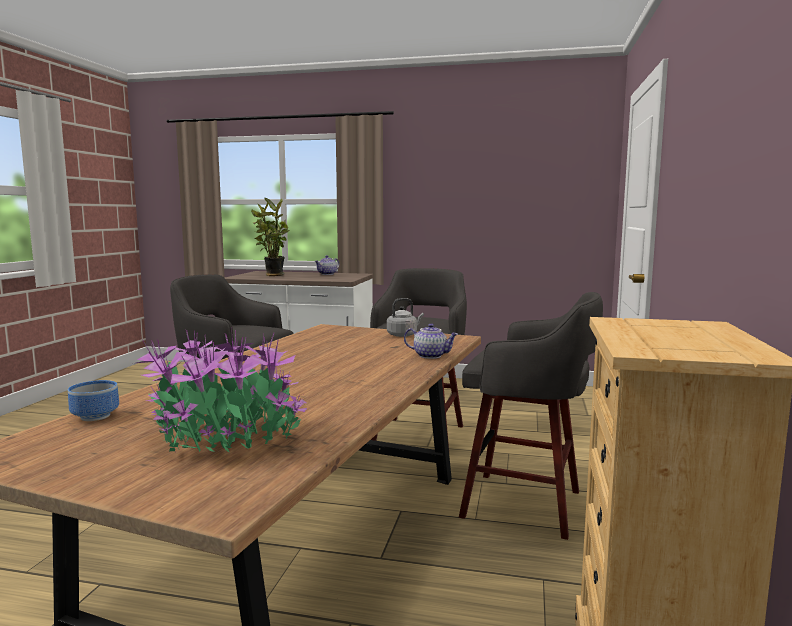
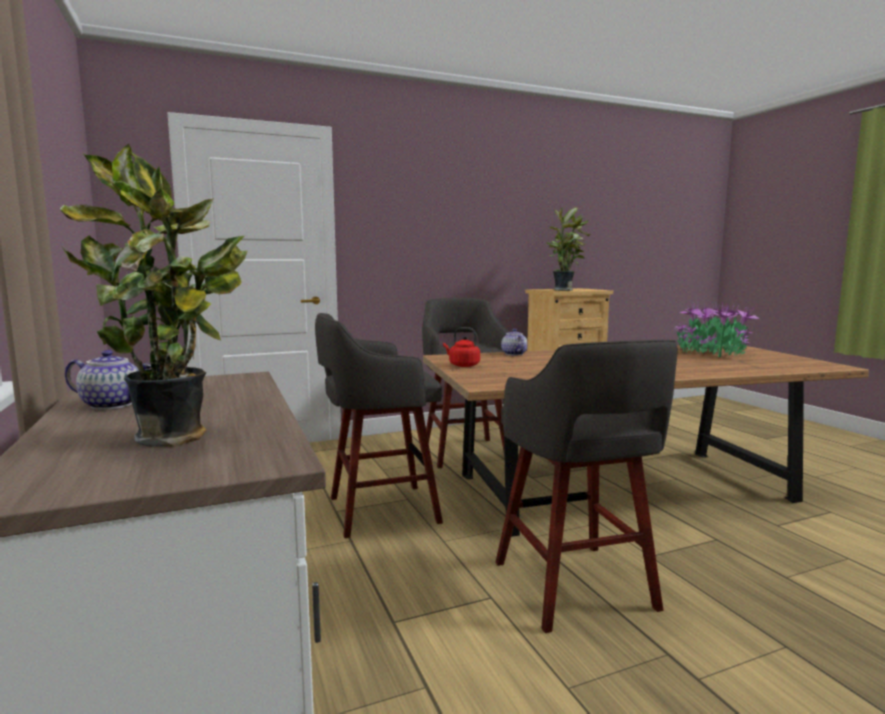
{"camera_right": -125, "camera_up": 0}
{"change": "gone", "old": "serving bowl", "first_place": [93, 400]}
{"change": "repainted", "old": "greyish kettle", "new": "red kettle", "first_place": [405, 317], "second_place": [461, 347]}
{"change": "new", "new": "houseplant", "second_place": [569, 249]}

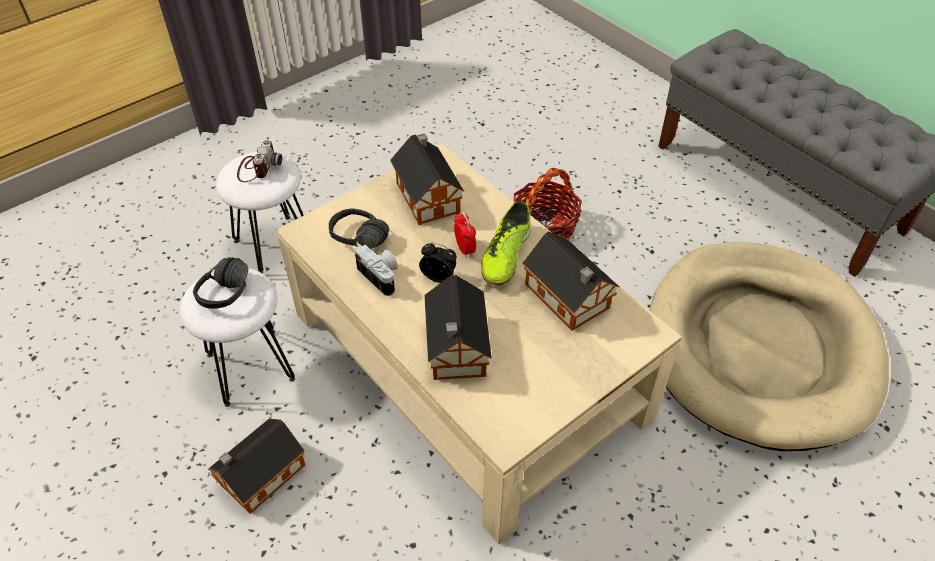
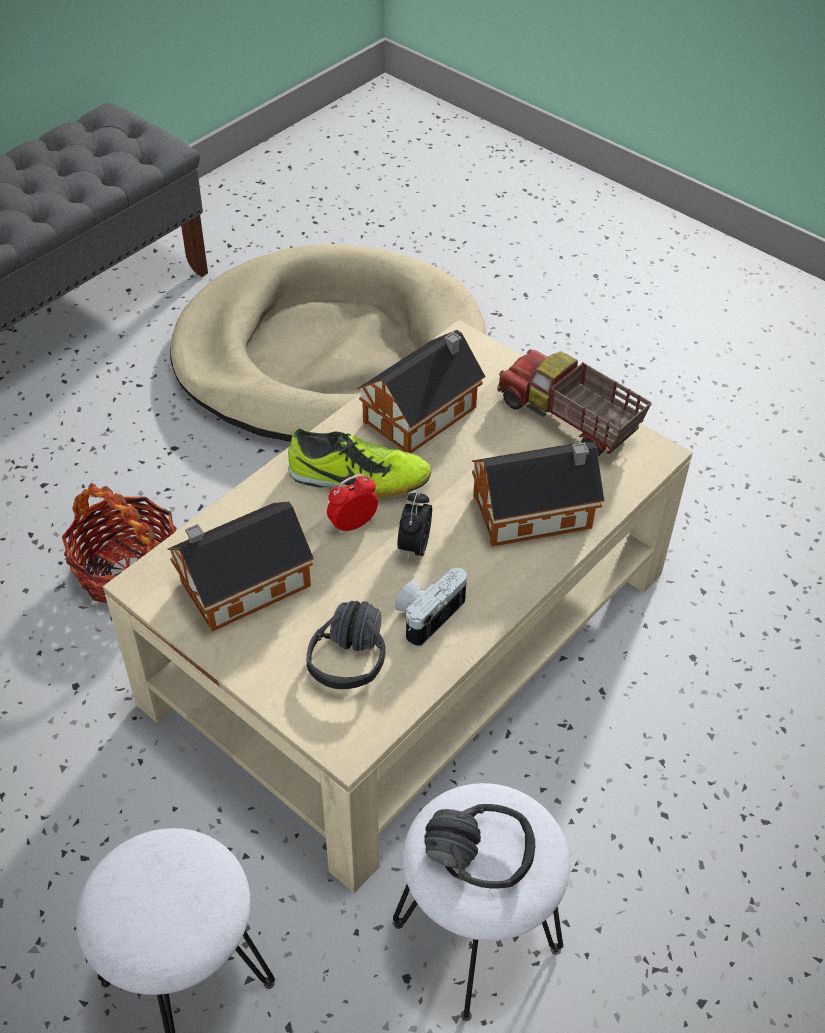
{"camera_right": -100, "camera_up": 0}
{"change": "gone", "old": "toy house", "first_place": [256, 466]}
{"change": "gone", "old": "photo camera", "first_place": [259, 161]}
{"change": "new", "new": "model truck", "second_place": [574, 402]}

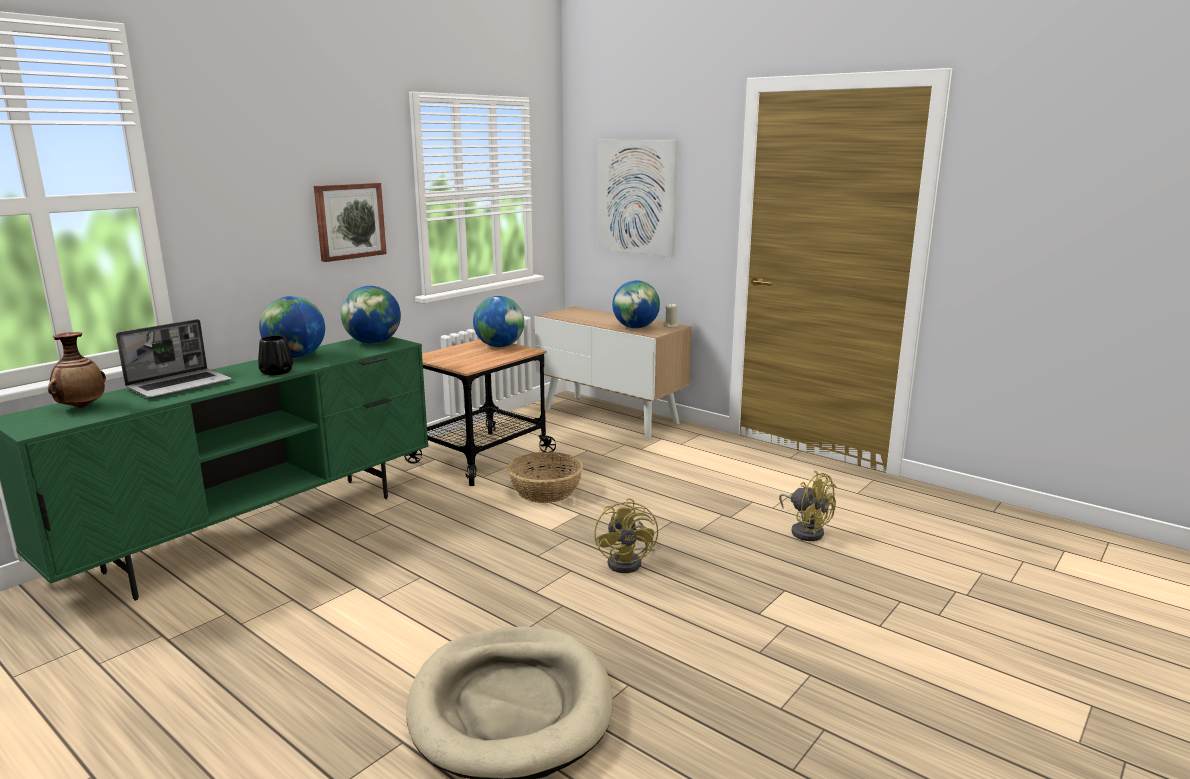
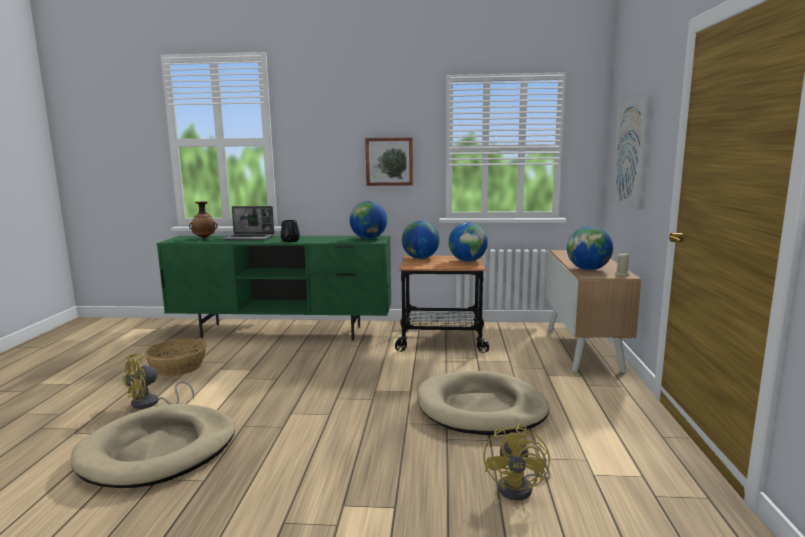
{"camera_right": 55, "camera_up": -5}
{"change": "shifted", "old": "desk globe", "first_place": [292, 327], "second_place": [421, 240]}
{"change": "shifted", "old": "basket", "first_place": [545, 477], "second_place": [175, 357]}
{"change": "shifted", "old": "yellow-coloured fan", "first_place": [626, 535], "second_place": [158, 381]}
{"change": "new", "new": "beige-coloured dog cushion", "second_place": [483, 403]}

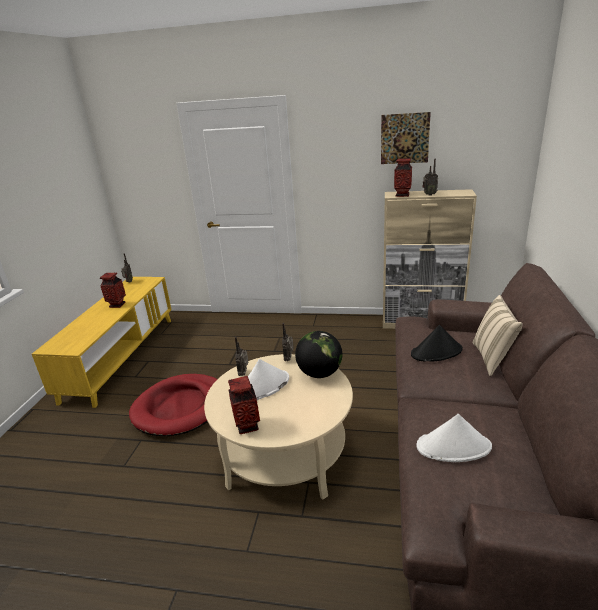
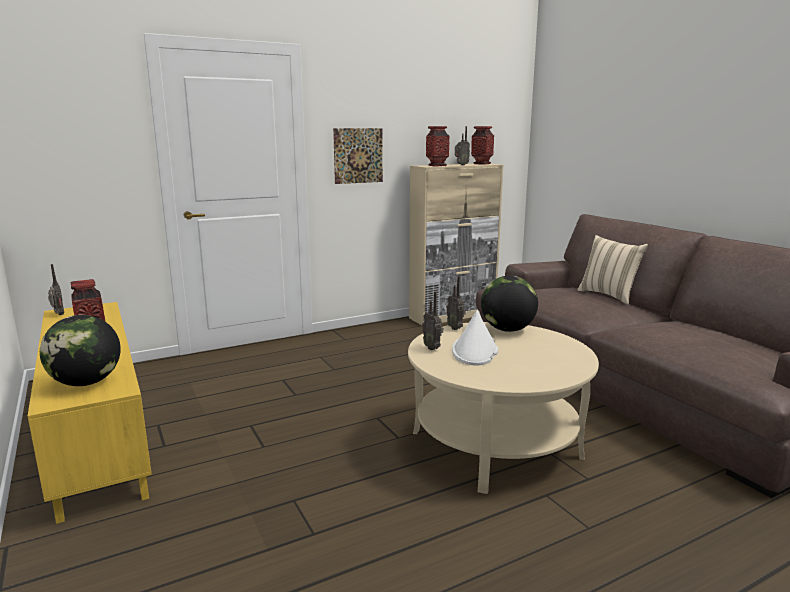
{"camera_right": -40, "camera_up": -10}
{"change": "gone", "old": "red dog cushion", "first_place": [173, 405]}
{"change": "shifted", "old": "flower vase", "first_place": [244, 405], "second_place": [482, 145]}
{"change": "shifted", "old": "picture", "first_place": [406, 138], "second_place": [358, 156]}
{"change": "gone", "old": "blackish hat", "first_place": [437, 343]}
{"change": "gone", "old": "white-coloured hat", "first_place": [454, 438]}
{"change": "new", "new": "desk globe", "second_place": [80, 350]}

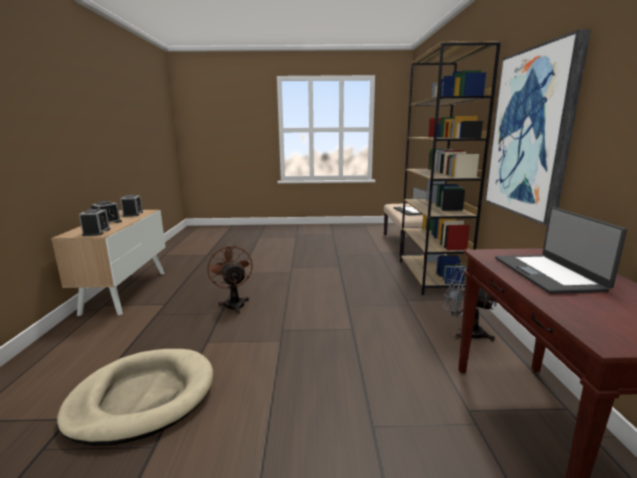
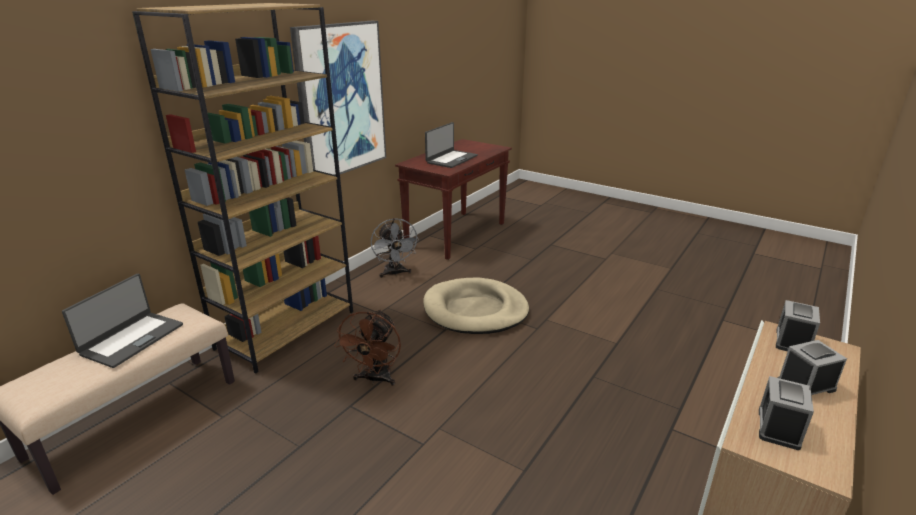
{"camera_right": -145, "camera_up": 10}
{"change": "shifted", "old": "beige-coloured dog cushion", "first_place": [135, 397], "second_place": [476, 306]}
{"change": "shifted", "old": "brown-coloured fan", "first_place": [230, 279], "second_place": [367, 347]}

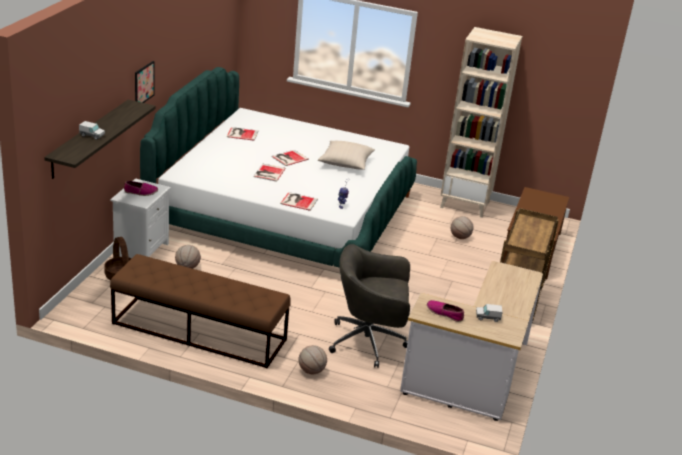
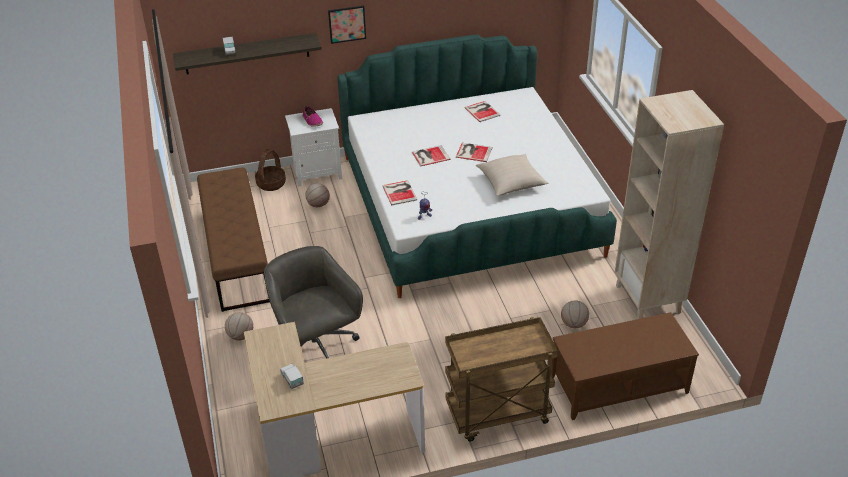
{"camera_right": 60, "camera_up": 10}
{"change": "gone", "old": "low shoe", "first_place": [445, 311]}

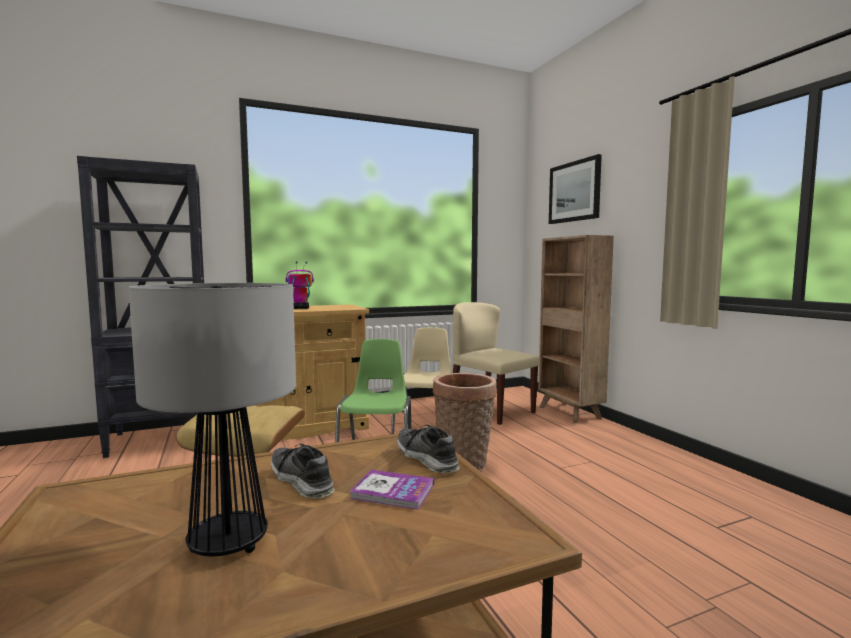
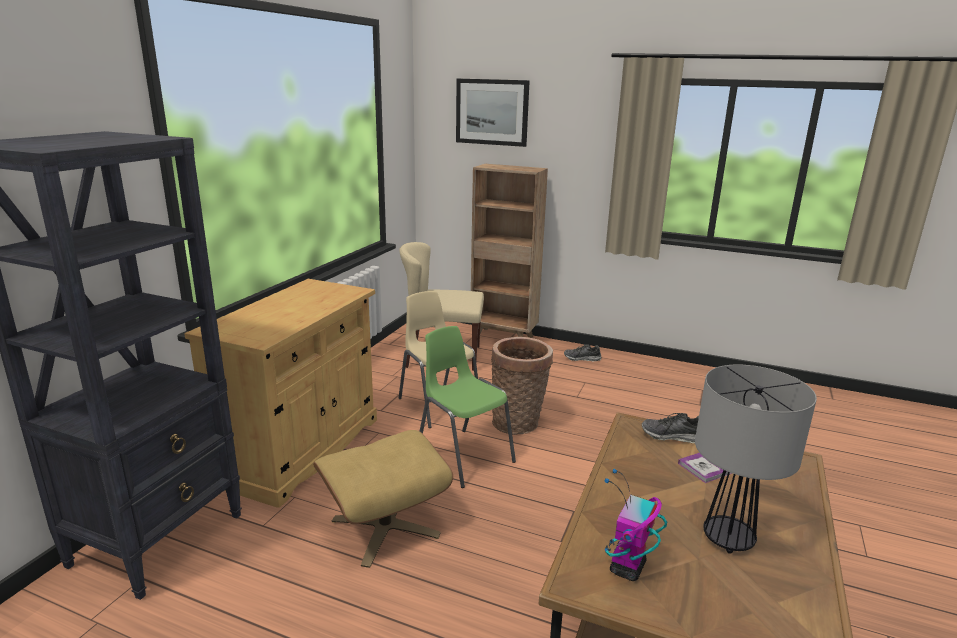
{"camera_right": -45, "camera_up": 15}
{"change": "shifted", "old": "low shoe", "first_place": [303, 471], "second_place": [582, 352]}
{"change": "shifted", "old": "robot figure", "first_place": [300, 285], "second_place": [635, 525]}

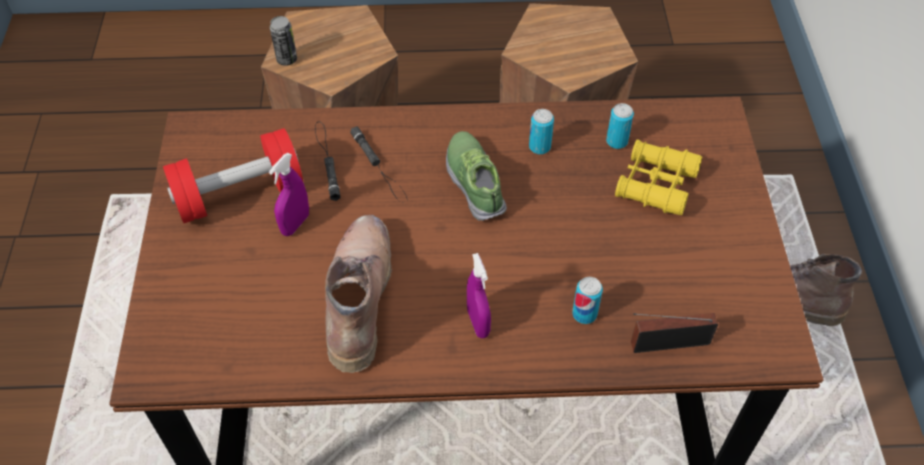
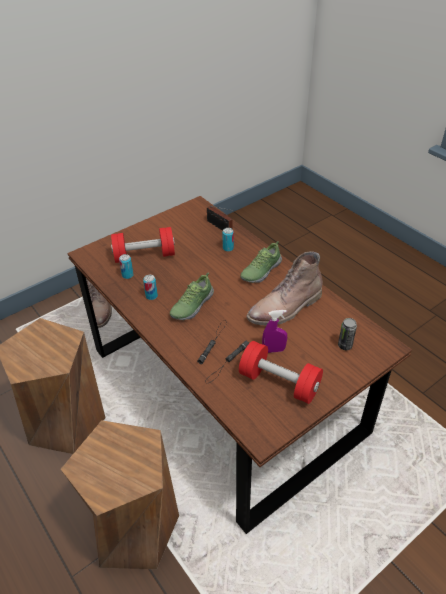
{"camera_right": -125, "camera_up": -10}
{"change": "shifted", "old": "can", "first_place": [283, 41], "second_place": [347, 334]}
{"change": "swapped", "old": "purple sprayer", "new": "low shoe", "first_place": [479, 295], "second_place": [261, 262]}
{"change": "swapped", "old": "yellow-coloured pair of binoculars", "new": "red dumbbell", "first_place": [658, 177], "second_place": [143, 245]}

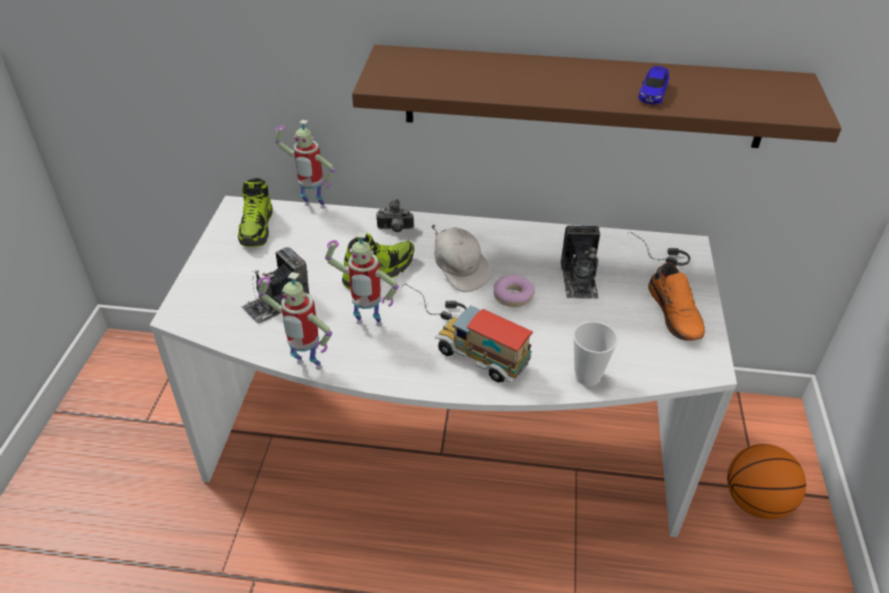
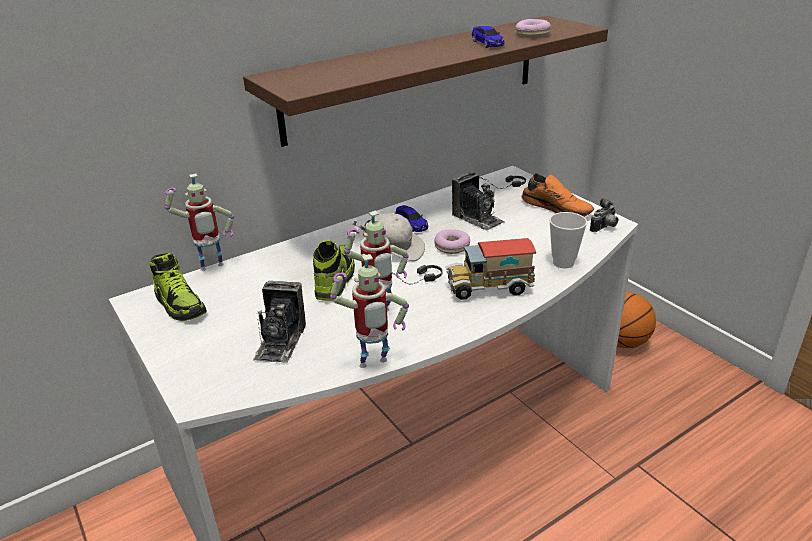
{"camera_right": -40, "camera_up": -10}
{"change": "shifted", "old": "photo camera", "first_place": [395, 215], "second_place": [604, 215]}
{"change": "new", "new": "model car", "second_place": [411, 218]}
{"change": "new", "new": "donut", "second_place": [533, 28]}

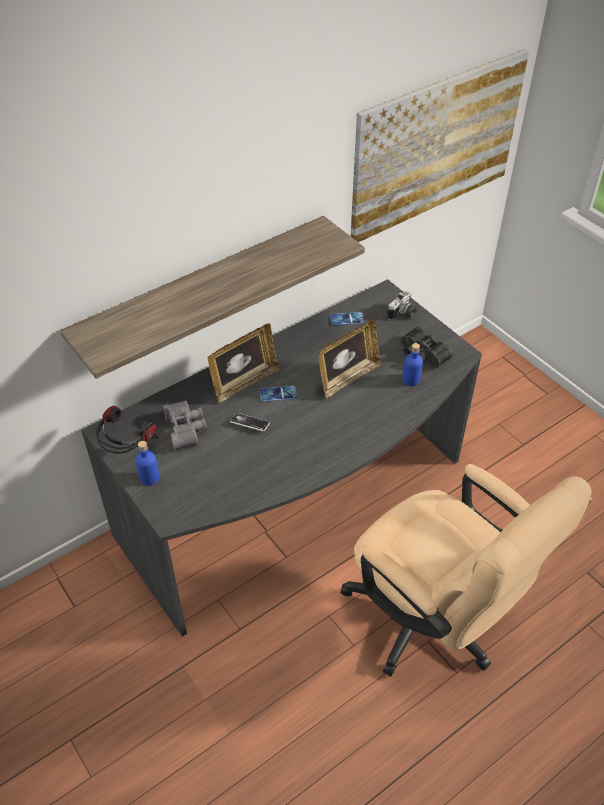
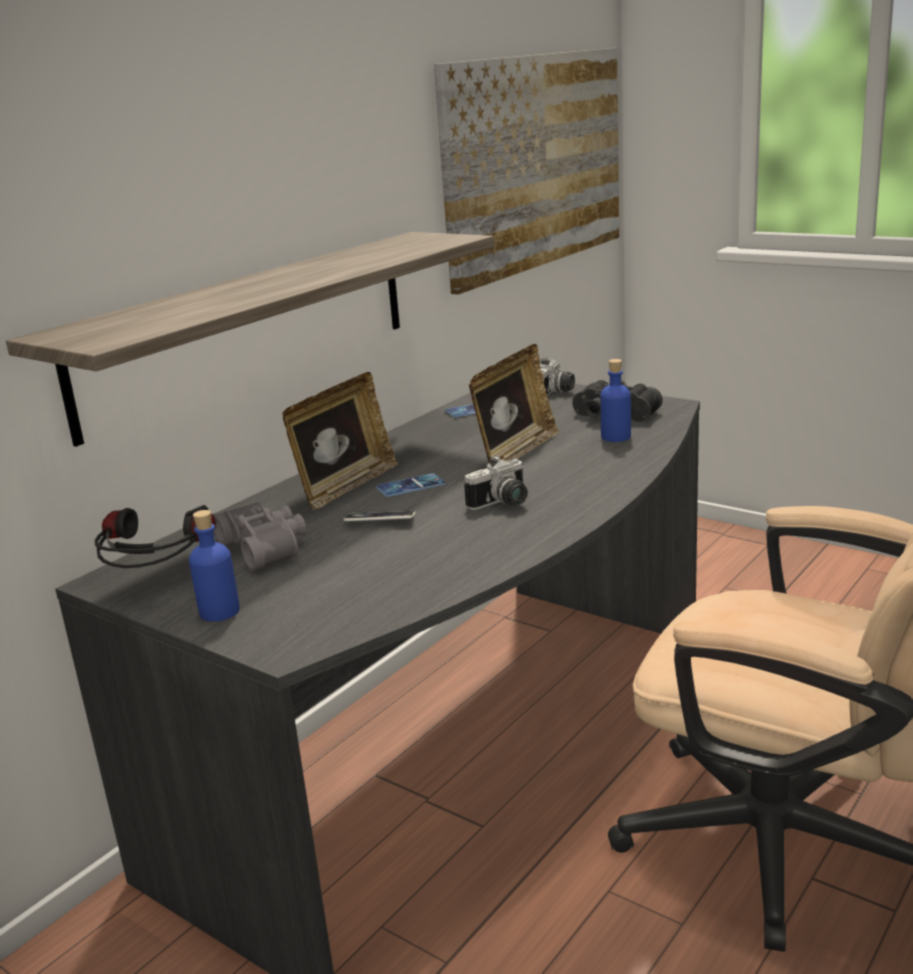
{"camera_right": -15, "camera_up": -25}
{"change": "new", "new": "photo camera", "second_place": [496, 483]}

